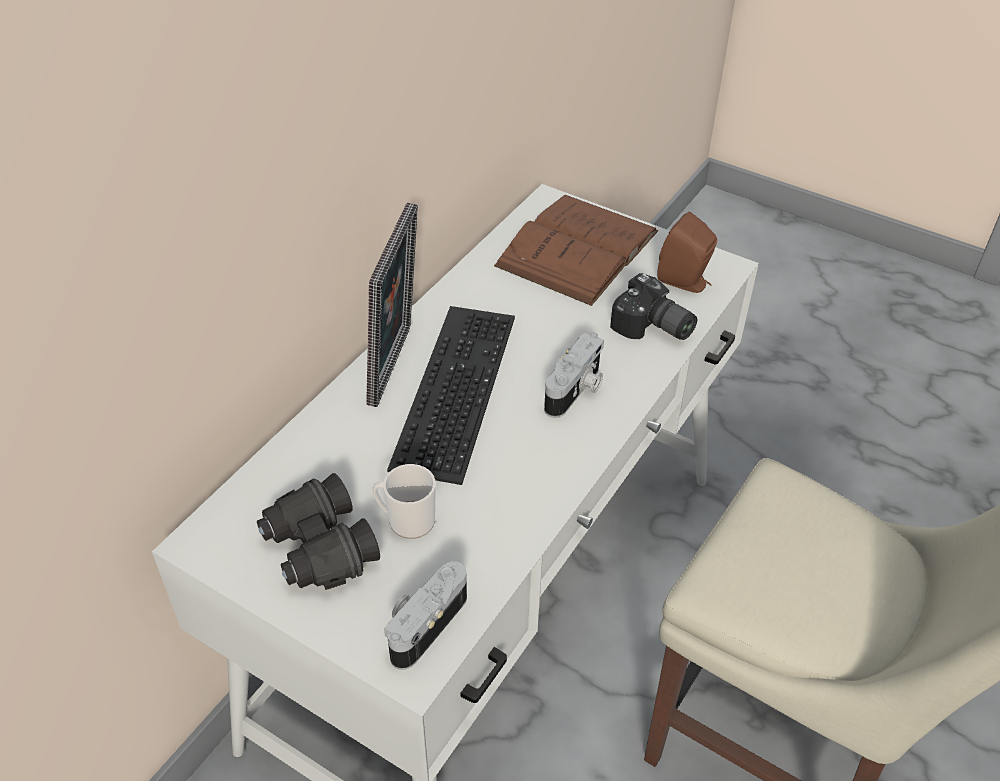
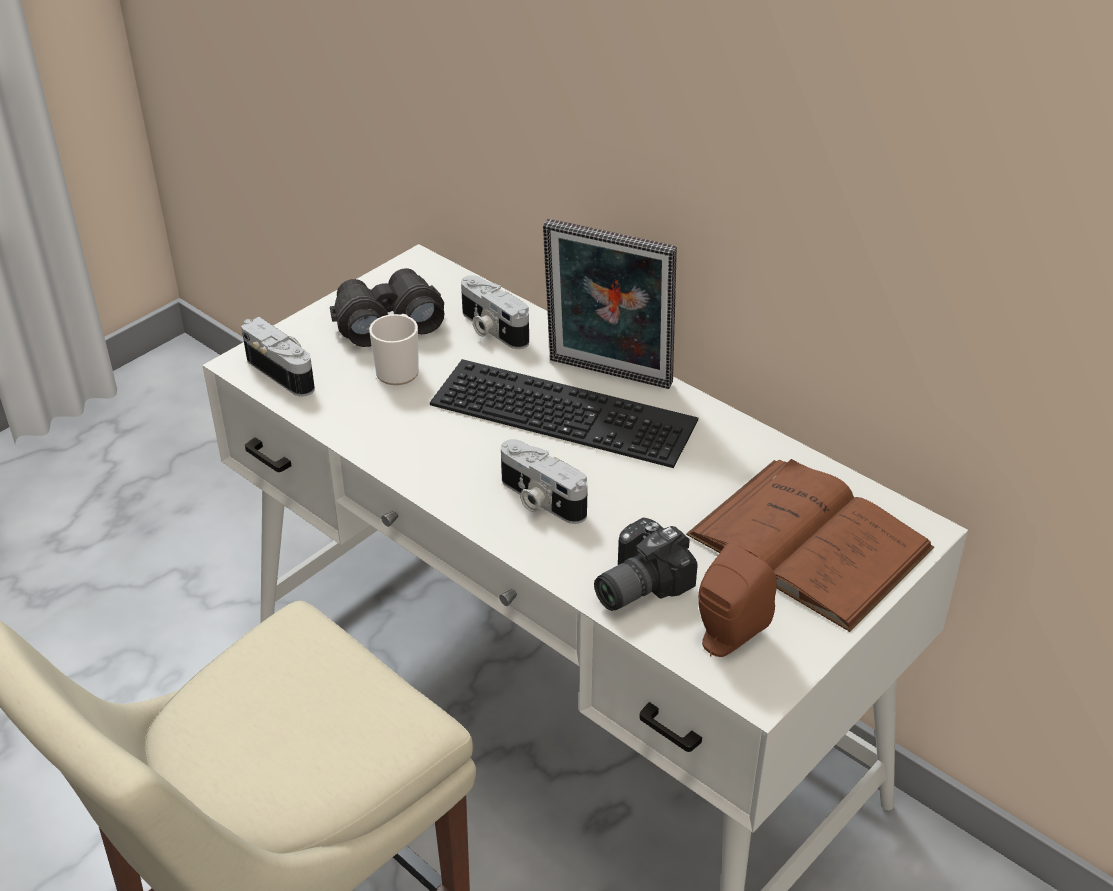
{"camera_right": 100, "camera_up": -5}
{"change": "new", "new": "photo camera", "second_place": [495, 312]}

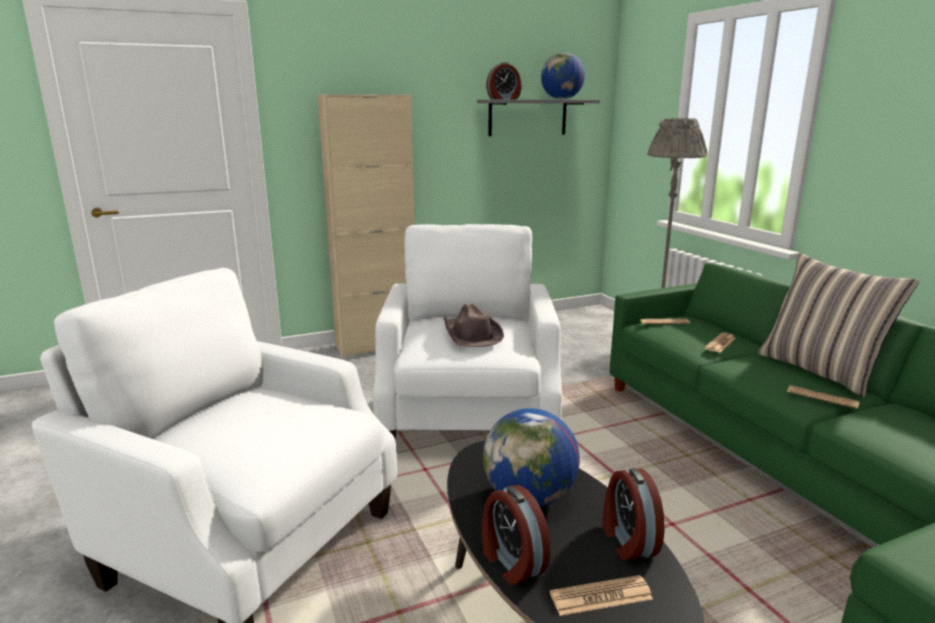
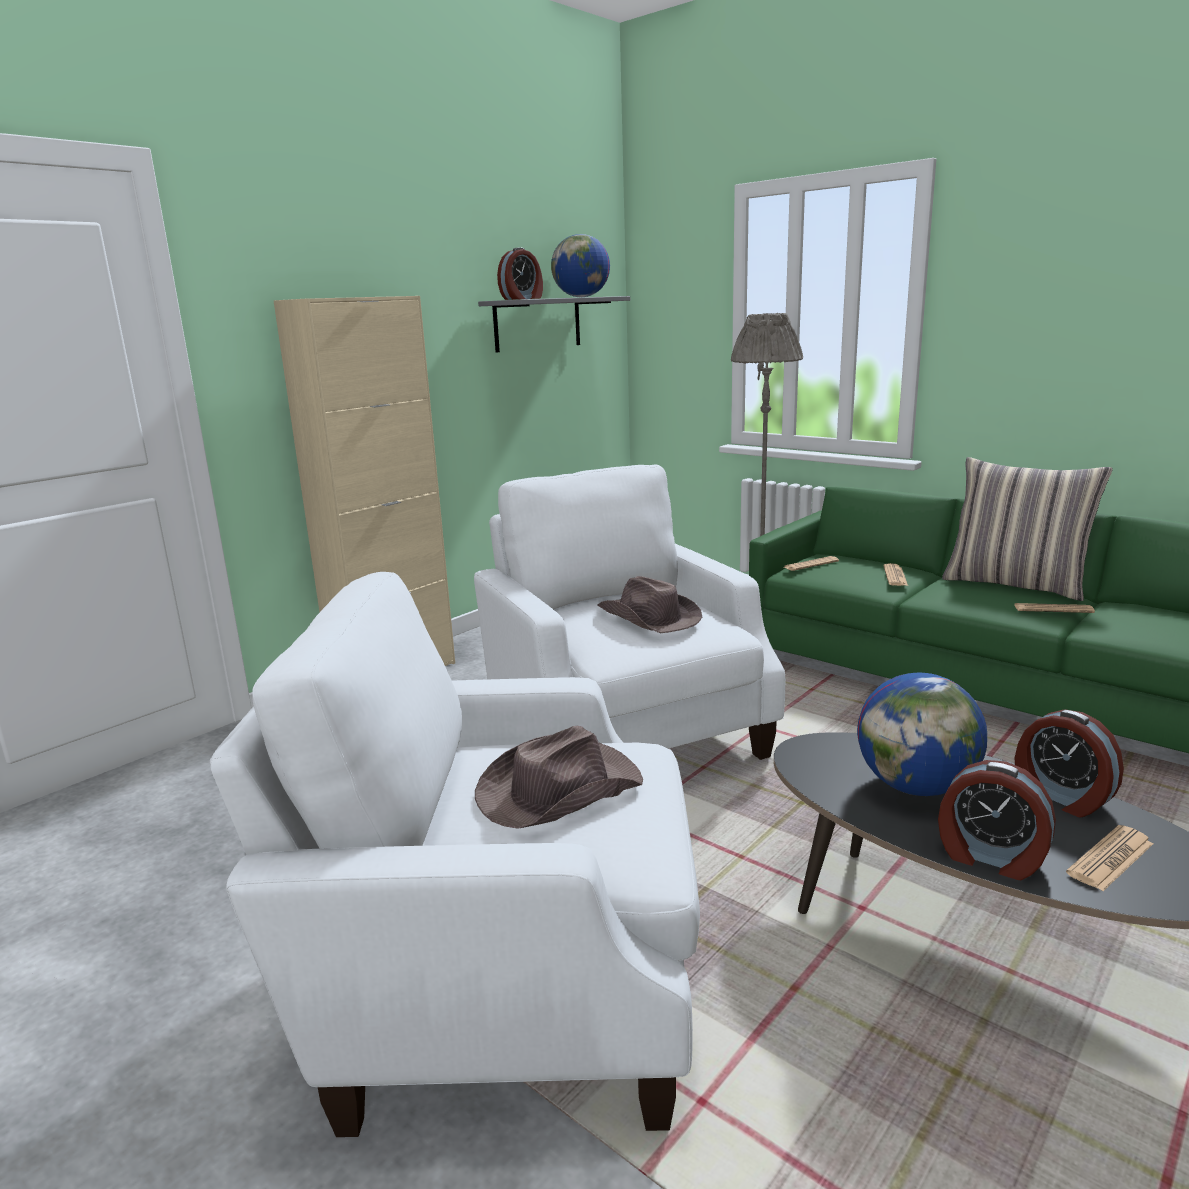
{"camera_right": -25, "camera_up": 0}
{"change": "new", "new": "brown-coloured hat", "second_place": [559, 777]}

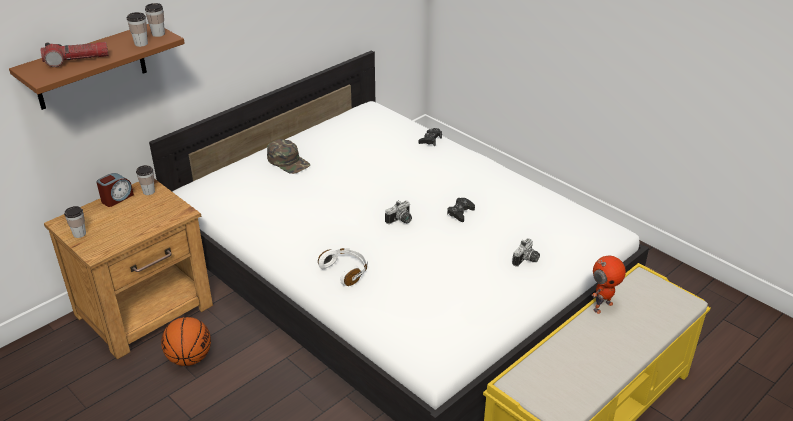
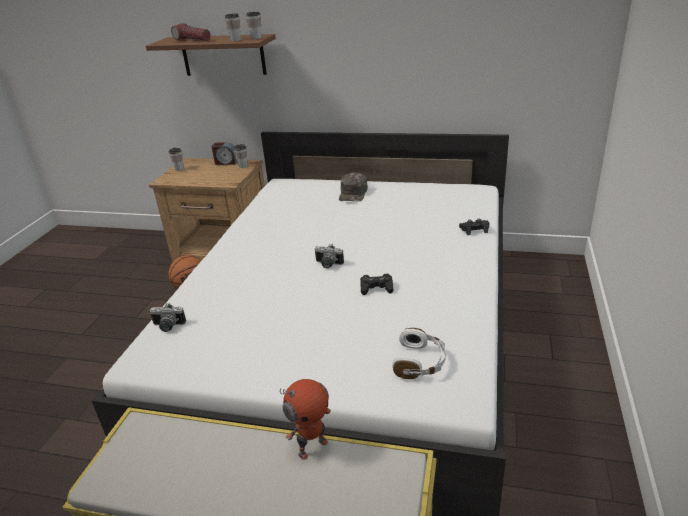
{"camera_right": 60, "camera_up": -5}
{"change": "shifted", "old": "white-coloured headphones", "first_place": [343, 267], "second_place": [419, 353]}
{"change": "shifted", "old": "photo camera", "first_place": [526, 252], "second_place": [168, 317]}
{"change": "rotated", "old": "robot figure", "first_place": [608, 284], "second_place": [305, 419], "degrees": -60}

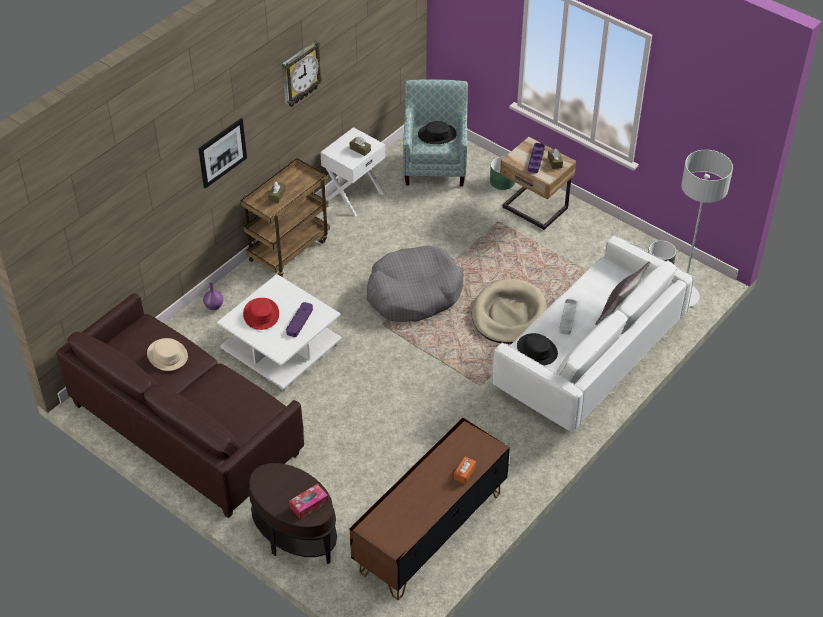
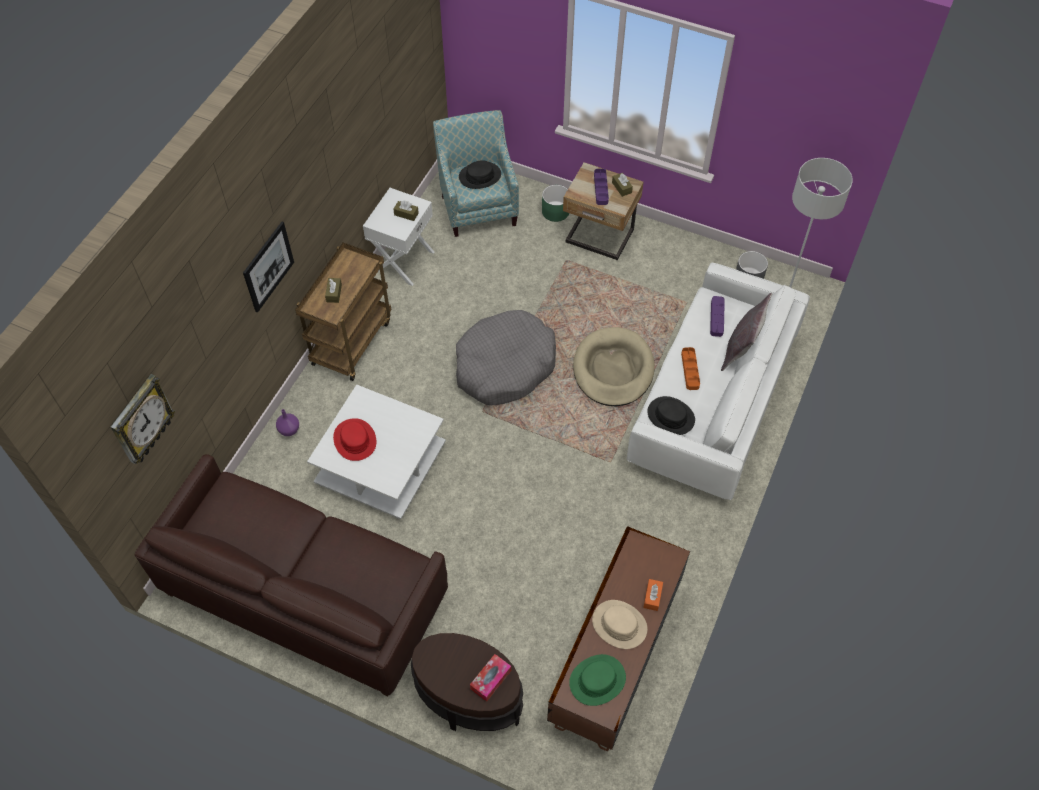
{"camera_right": -15, "camera_up": 10}
{"change": "shifted", "old": "beige-coloured hat", "first_place": [167, 354], "second_place": [619, 624]}
{"change": "shifted", "old": "wall clock", "first_place": [302, 73], "second_place": [143, 419]}
{"change": "shifted", "old": "purple carrying tray", "first_place": [299, 319], "second_place": [717, 316]}
{"change": "repainted", "old": "greyish carrying tray", "new": "orange-coloured carrying tray", "first_place": [568, 317], "second_place": [690, 368]}
{"change": "new", "new": "greenish hat", "second_place": [597, 680]}

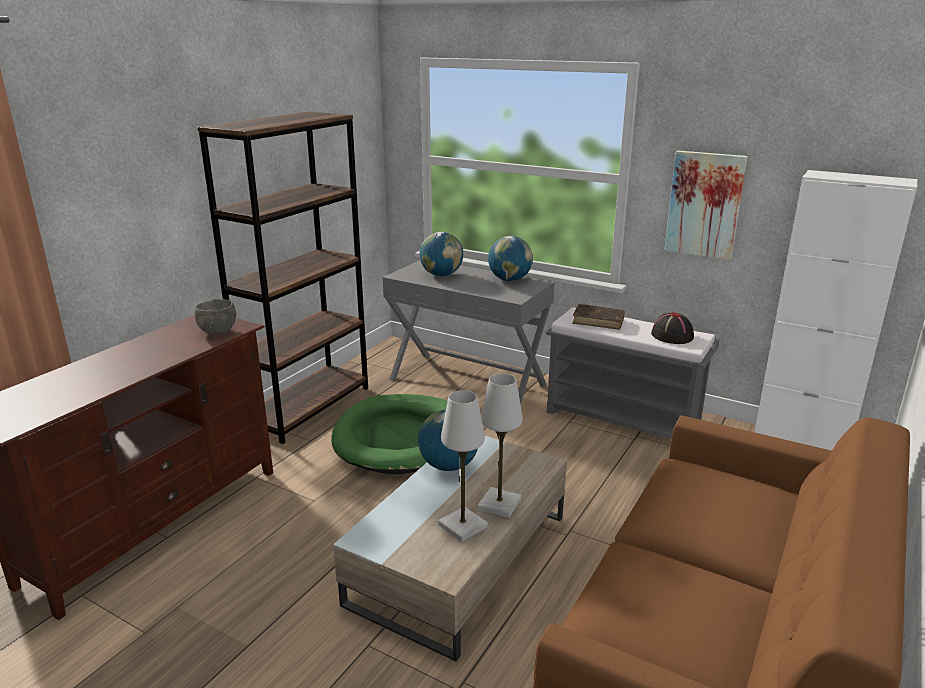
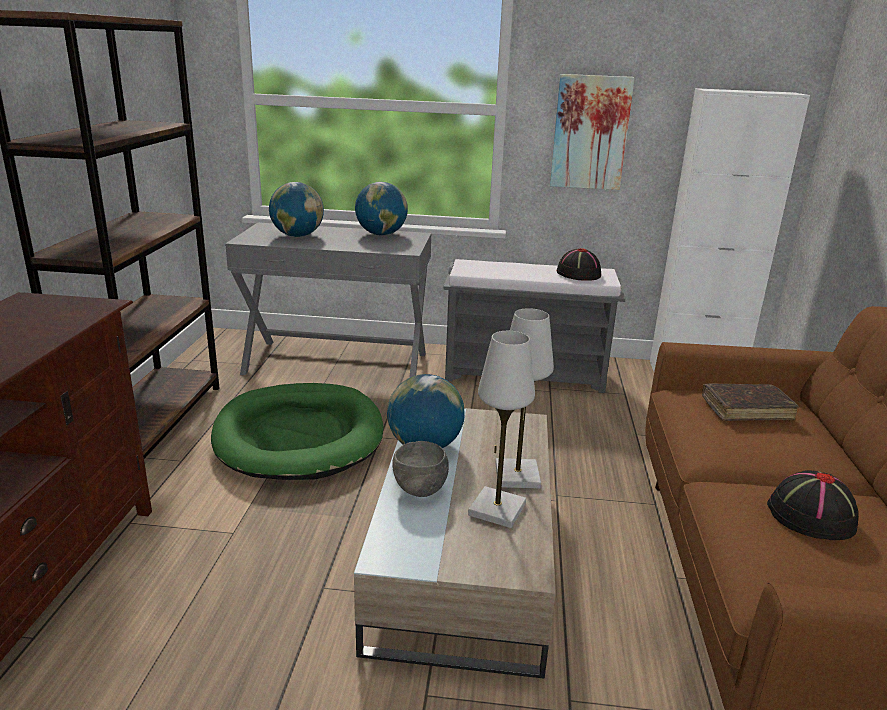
{"camera_right": -25, "camera_up": 0}
{"change": "shifted", "old": "greyish serving bowl", "first_place": [215, 317], "second_place": [420, 469]}
{"change": "shifted", "old": "brown-coloured volume", "first_place": [599, 317], "second_place": [750, 402]}
{"change": "new", "new": "blackish hat", "second_place": [812, 505]}

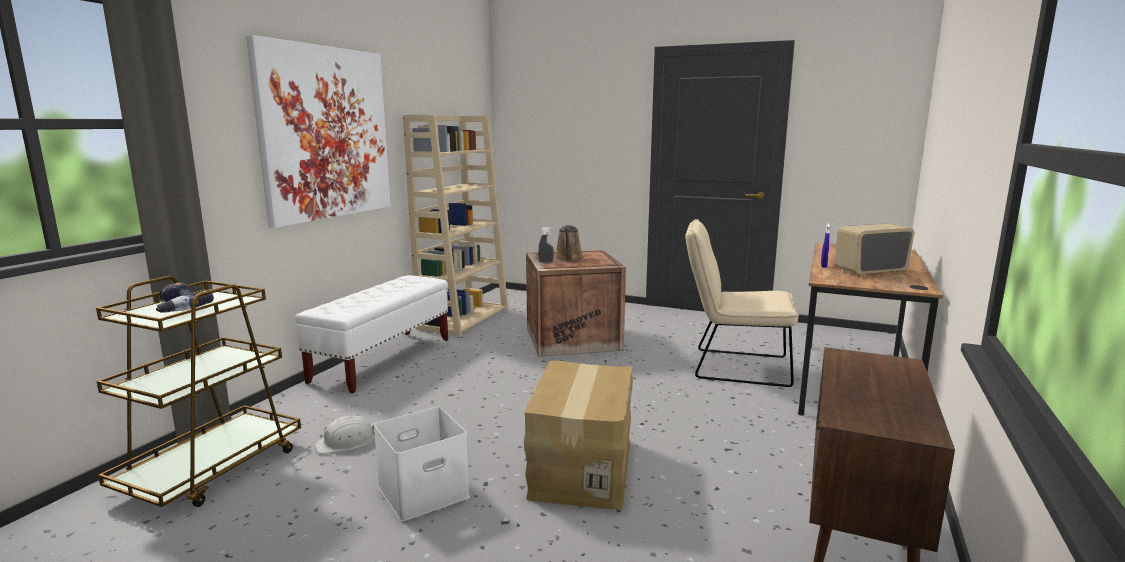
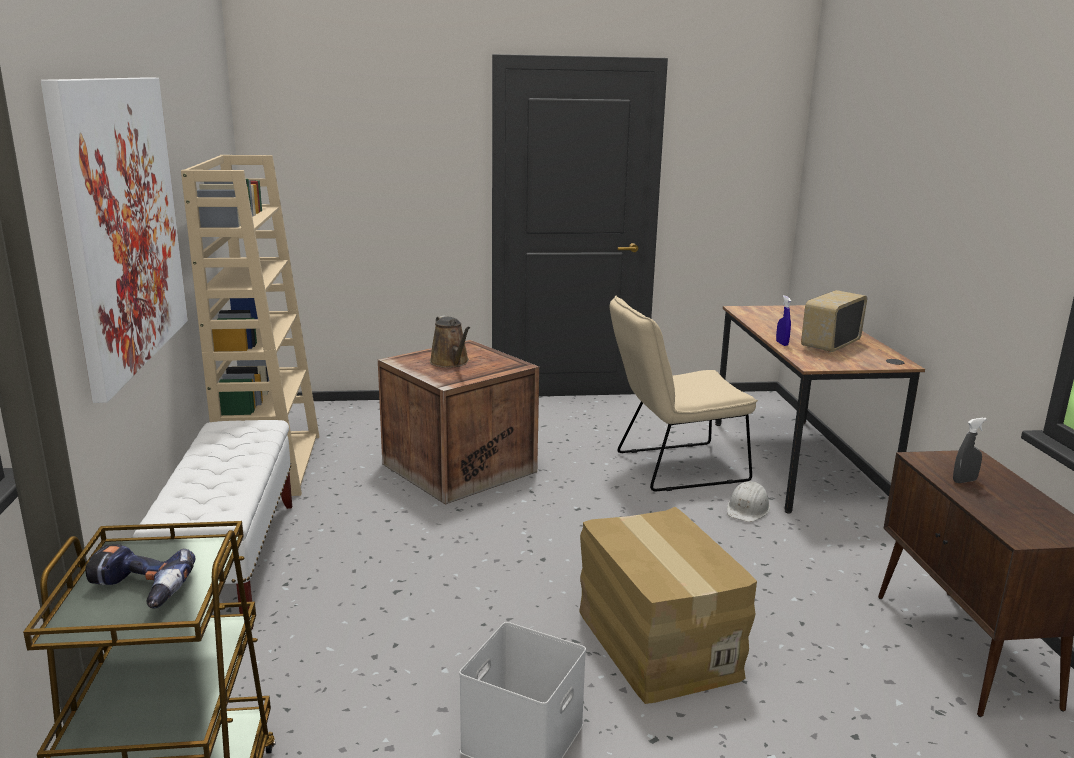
{"camera_right": -30, "camera_up": 5}
{"change": "shifted", "old": "white-coloured hard hat", "first_place": [345, 434], "second_place": [748, 501]}
{"change": "shifted", "old": "greyish sprayer", "first_place": [546, 244], "second_place": [970, 450]}

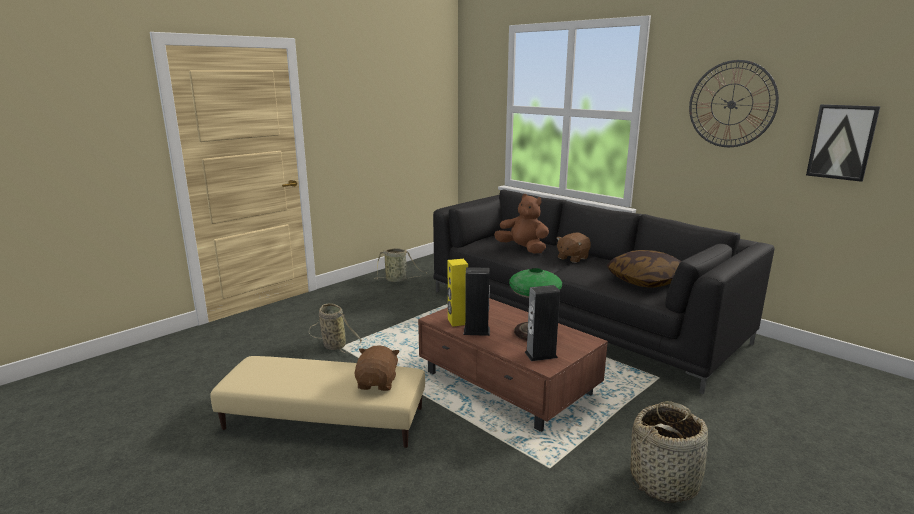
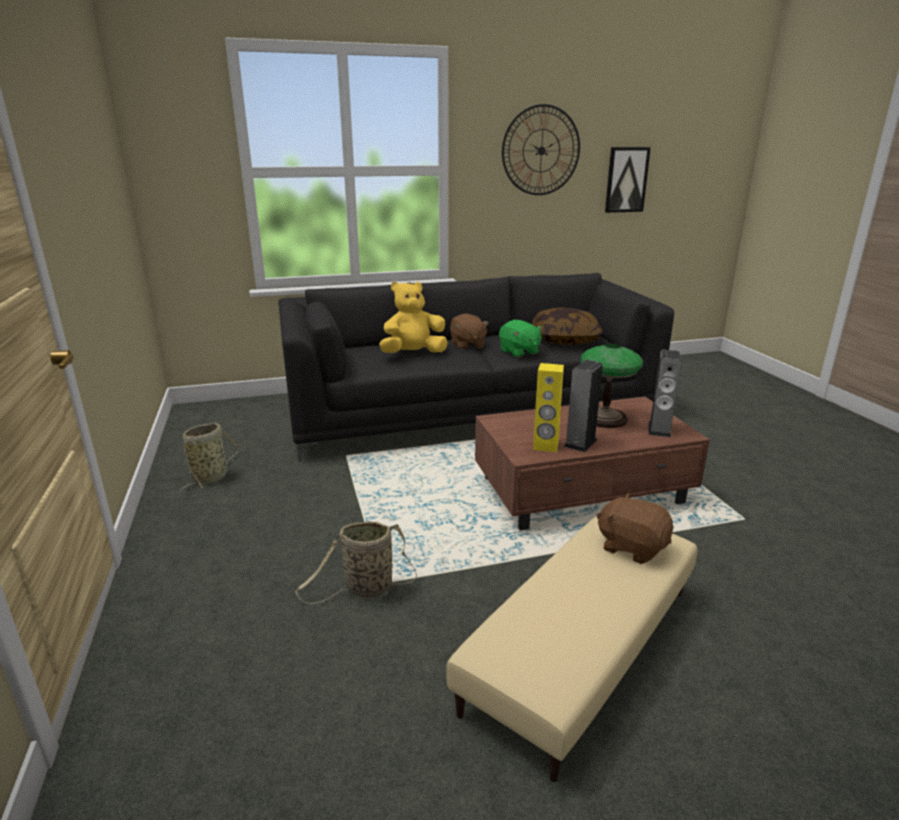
{"camera_right": -60, "camera_up": 5}
{"change": "repainted", "old": "brown-coloured plush toy", "new": "yellow-coloured plush toy", "first_place": [521, 223], "second_place": [413, 317]}
{"change": "gone", "old": "basket", "first_place": [670, 452]}
{"change": "new", "new": "greenish plush toy", "second_place": [521, 339]}

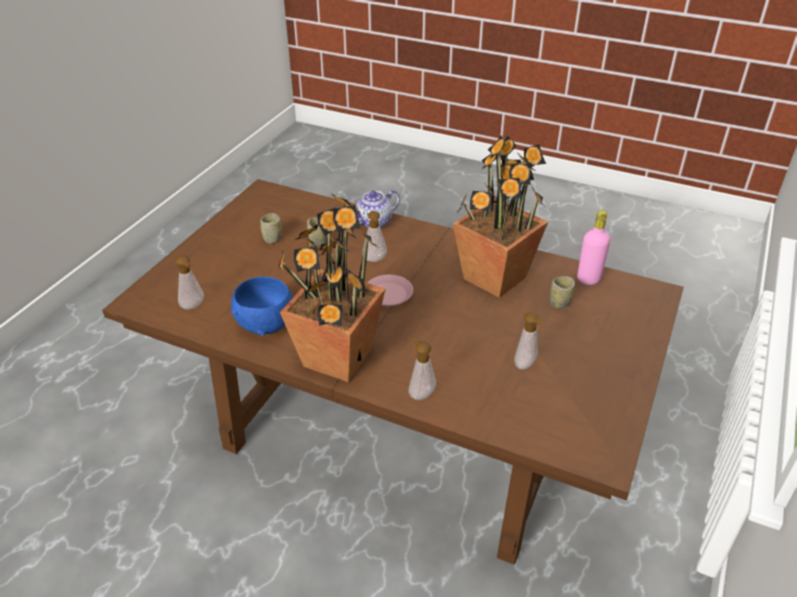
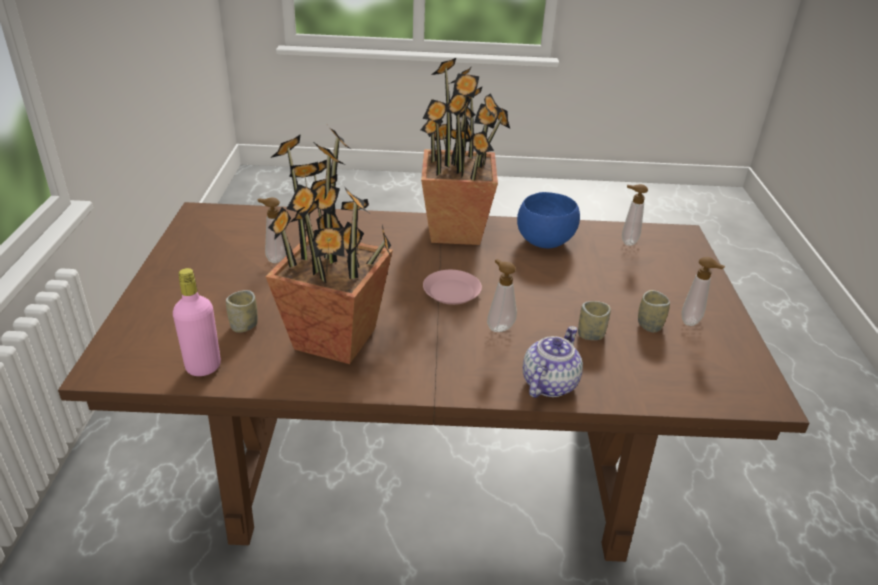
{"camera_right": 155, "camera_up": -5}
{"change": "shifted", "old": "liquid soap bottle", "first_place": [422, 369], "second_place": [703, 291]}

